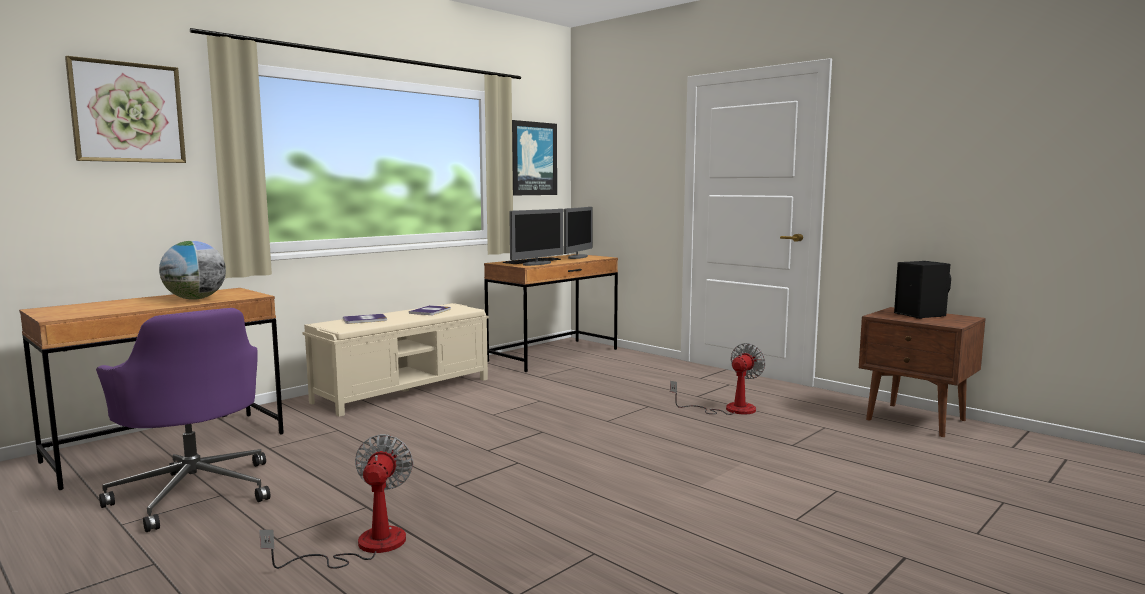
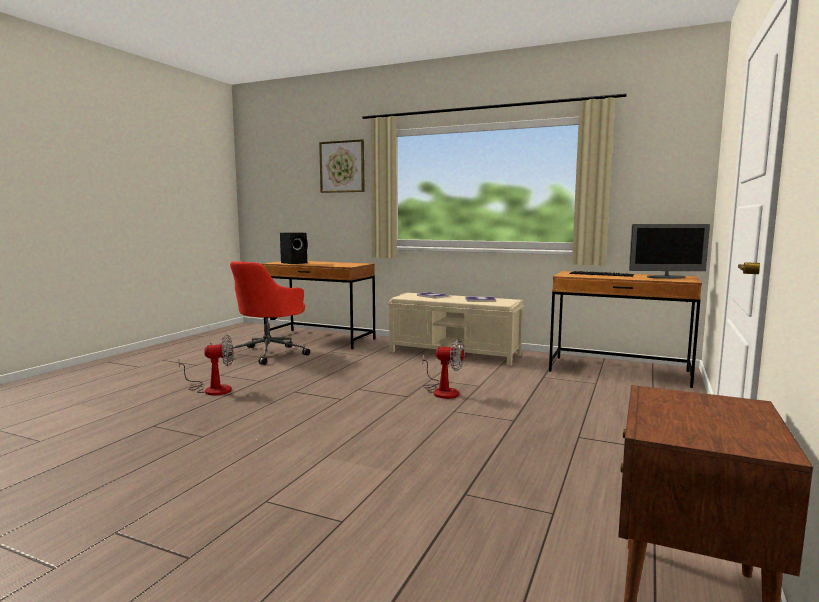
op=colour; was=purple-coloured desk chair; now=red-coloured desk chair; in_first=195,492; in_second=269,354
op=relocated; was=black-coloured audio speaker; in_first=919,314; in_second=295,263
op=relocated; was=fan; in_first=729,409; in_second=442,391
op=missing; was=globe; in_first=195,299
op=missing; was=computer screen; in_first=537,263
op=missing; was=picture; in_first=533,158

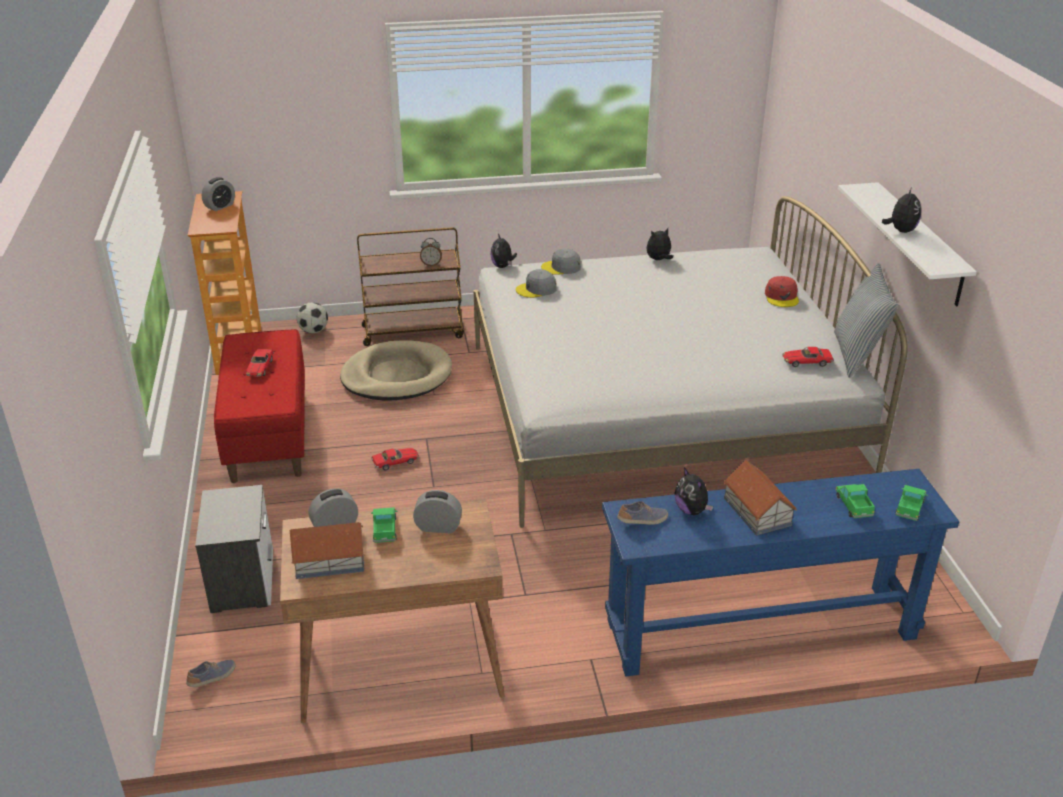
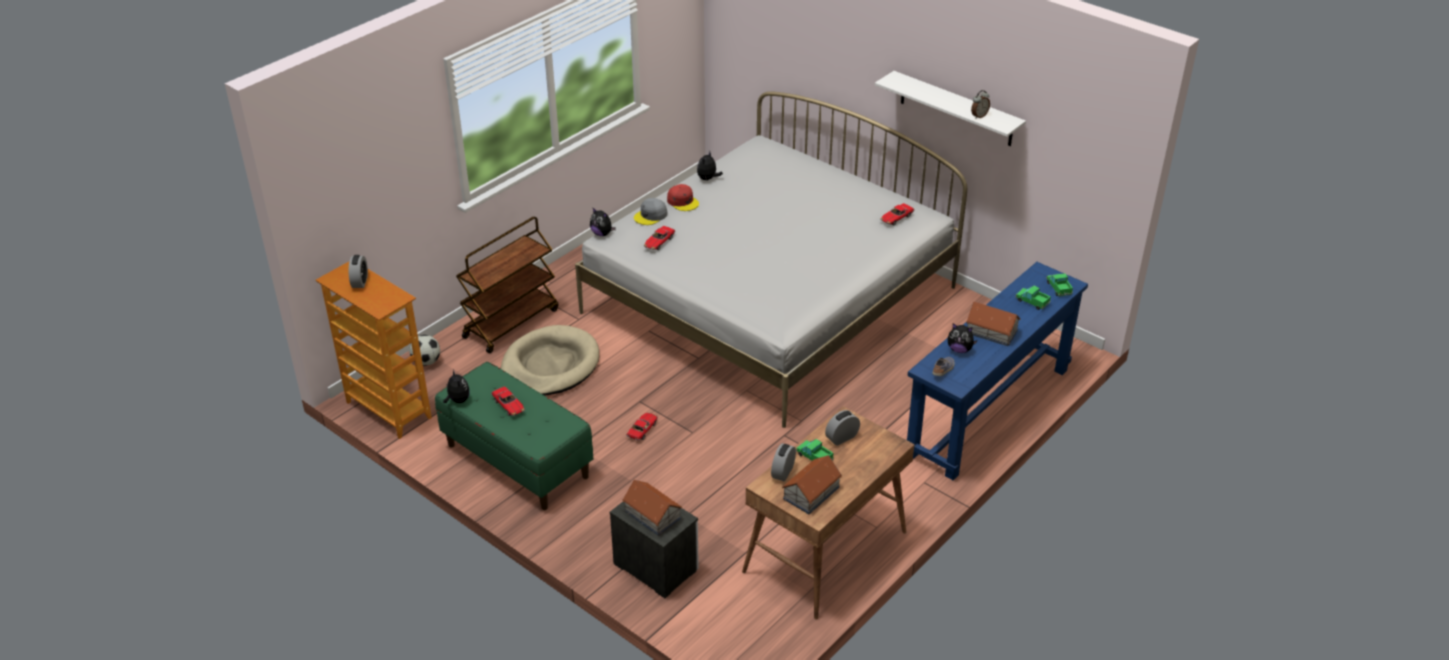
op=colour; was=red-coloured bench; now=greenish bench; in_first=268,434; in_second=517,461
op=relocated; was=soft toy; in_first=900,230; in_second=458,400
op=appeared; now=toy house; in_second=652,515
op=exchanged; was=grey baseball cap; now=toy car; in_first=536,289; in_second=659,242
op=relocated; was=red-coloured baseball cap; in_first=781,297; in_second=683,201
op=relocated; was=bedside clock; in_first=431,264; in_second=979,116
op=missing; was=low shoe; in_first=212,678
op=missing; was=cushion; in_first=857,355

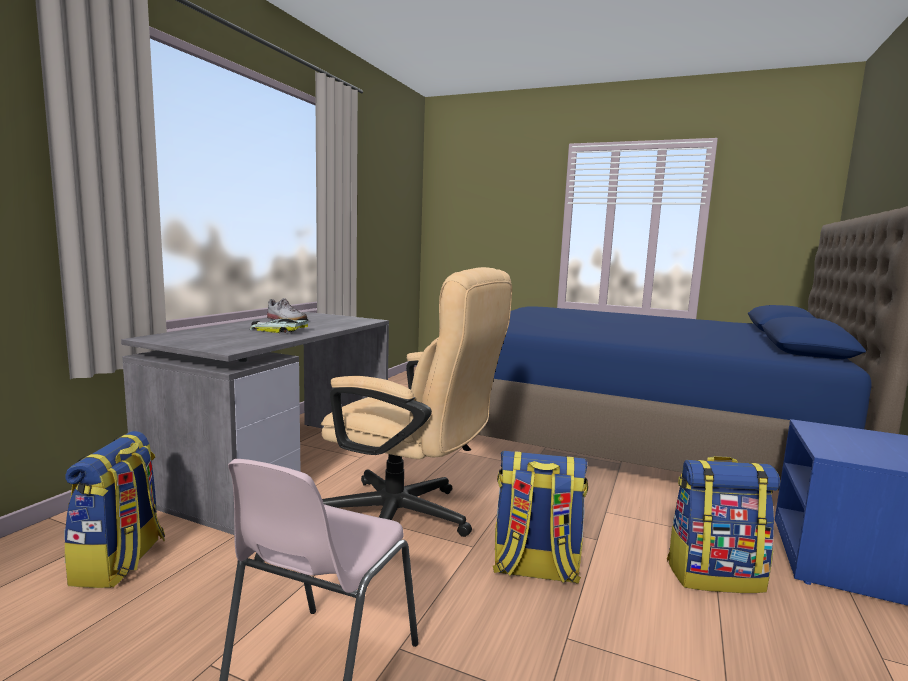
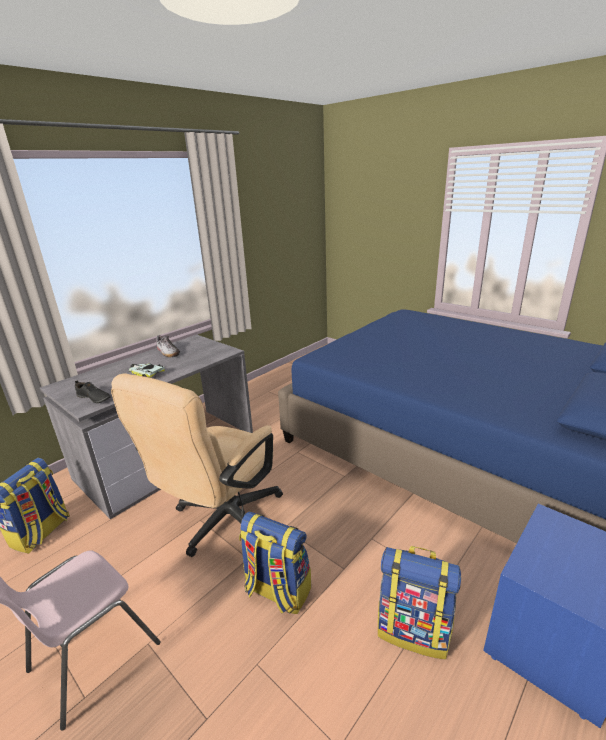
op=appeared; now=black-coloured low shoe; in_second=94,398
op=spun; was=beige desk chair; in_first=409,519; in_second=221,522; clockwise=75

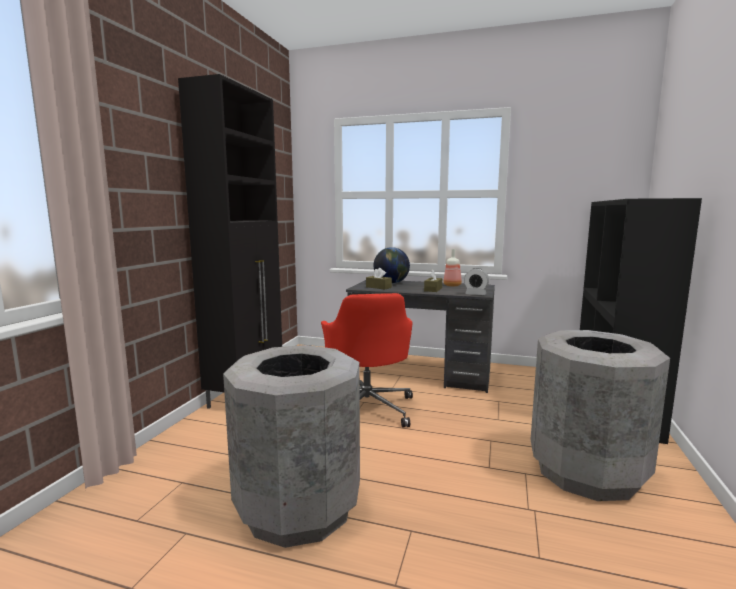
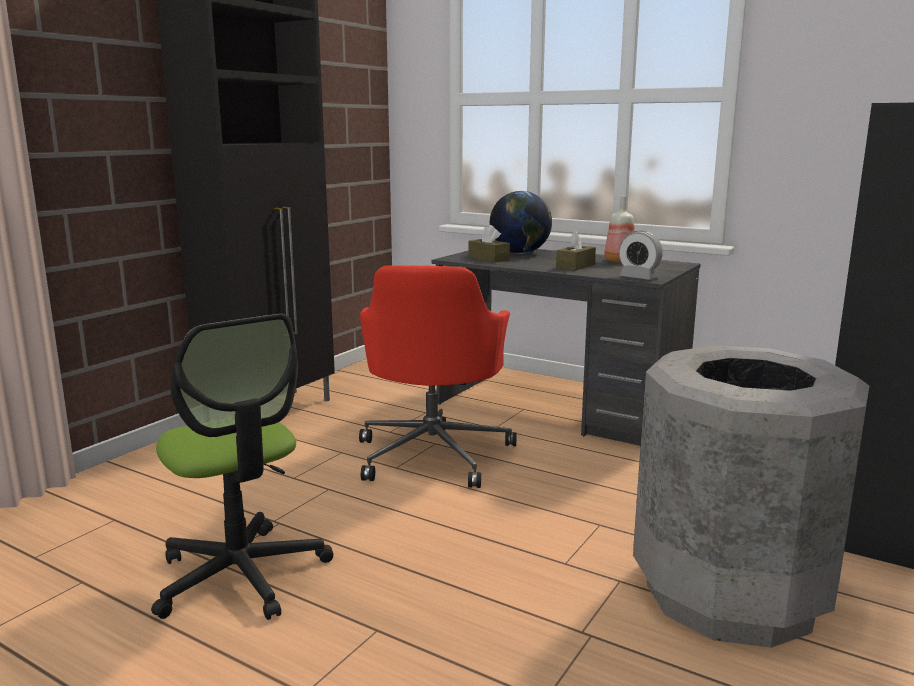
op=exchanged; was=grey trash can; now=desk chair; in_first=298,508; in_second=241,575

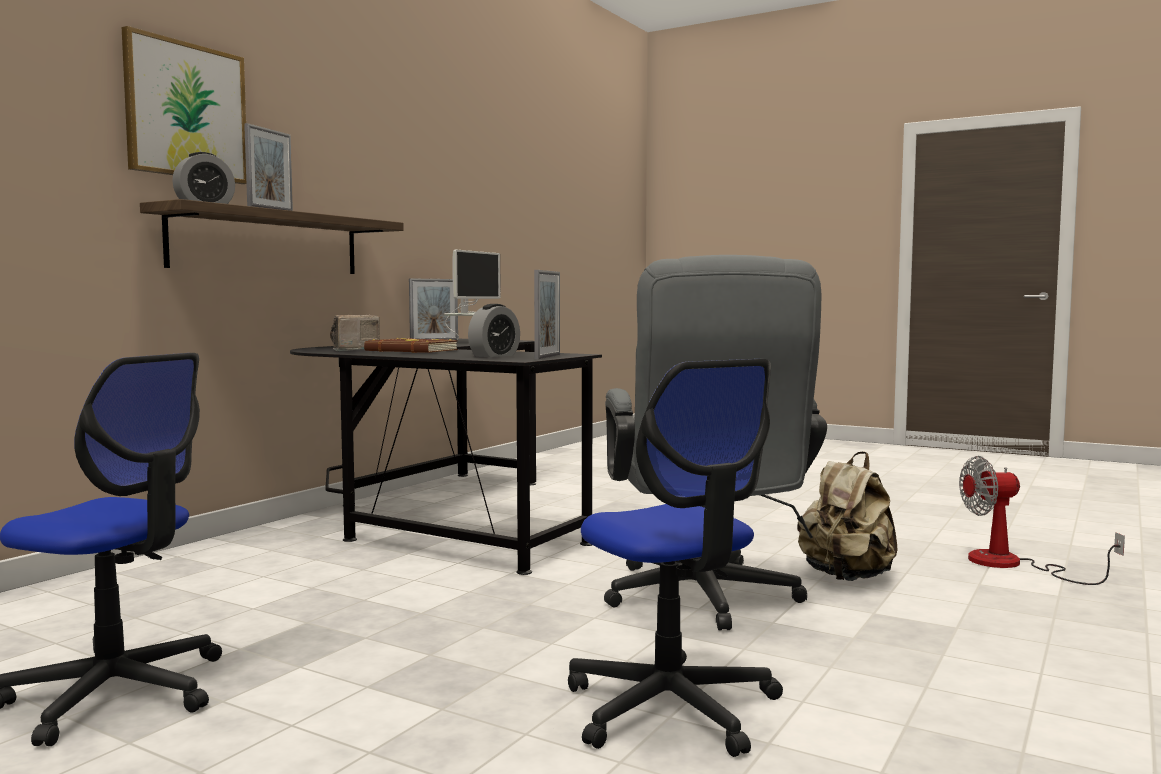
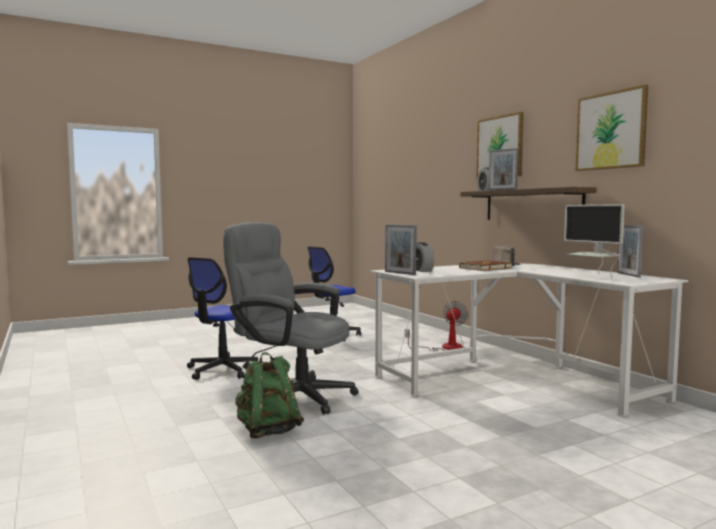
op=spun; was=desk chair; in_first=671,708; in_second=221,370; clockwise=-60
op=colour; was=beige backpack; now=greenish backpack; in_first=846,578; in_second=268,431
op=colour; was=black-coloured desk unit; now=whitish desk unit; in_first=439,516; in_second=514,379
op=relocated; was=fan; in_first=1013,565; in_second=444,348
op=appeared; now=picture; in_second=611,130

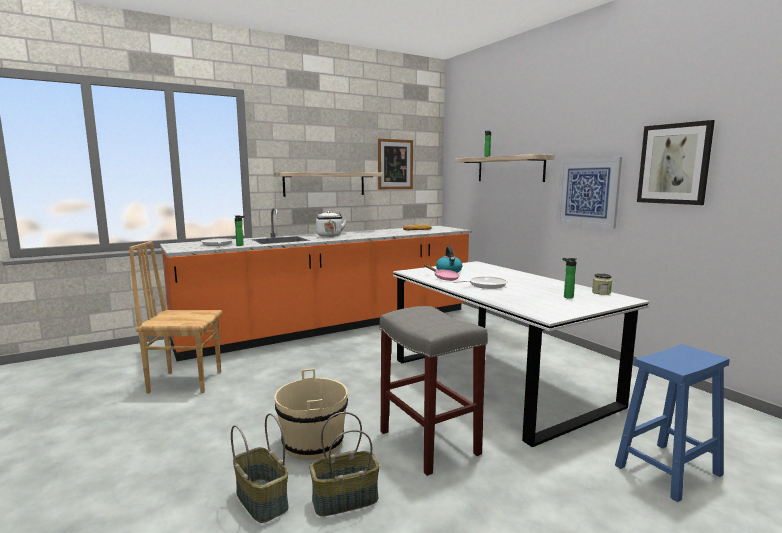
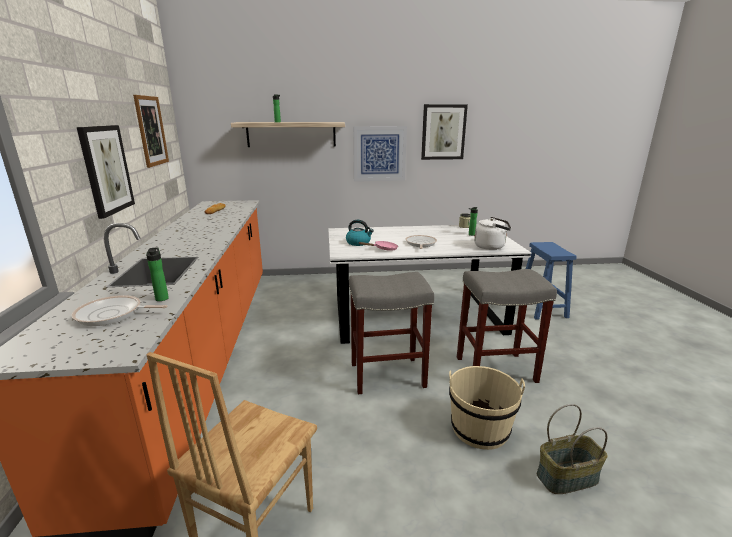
op=exchanged; was=wall shelf; now=picture; in_first=324,184; in_second=106,169
op=appeared; now=grey stool; in_second=386,375
op=relocated; was=whitish water kettle; in_first=329,236; in_second=491,246
op=missing; was=basket; in_first=345,500

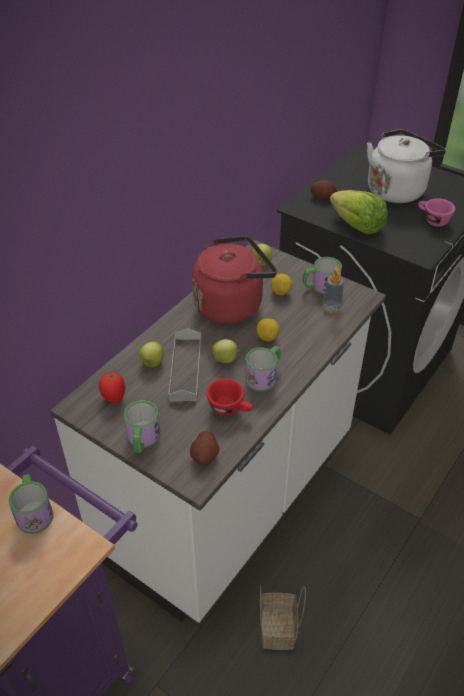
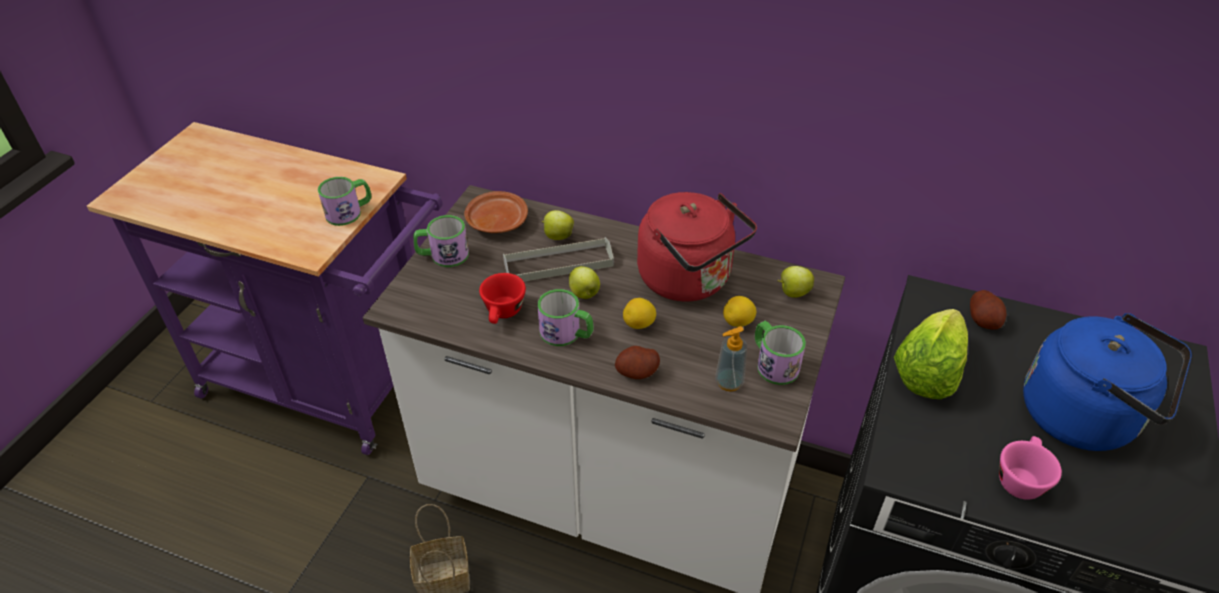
op=exchanged; was=fresh tomato; now=brownish dinner plate; in_first=113,398; in_second=497,221
op=relocated; was=spud; in_first=205,455; in_second=637,372
op=colour; was=whitish water kettle; now=blue-coloured water kettle; in_first=397,190; in_second=1085,417

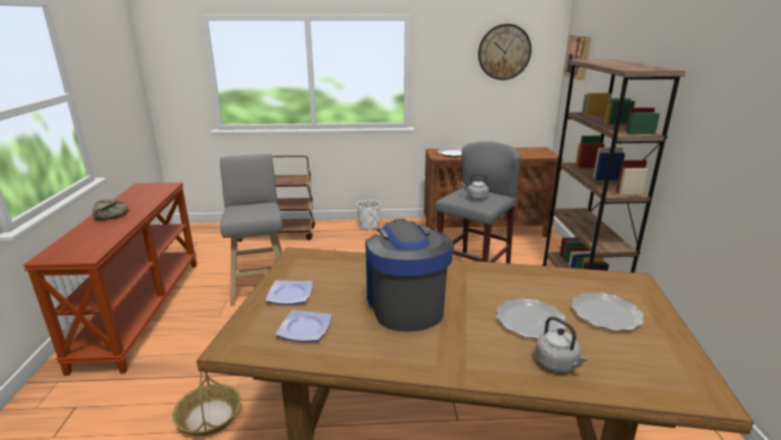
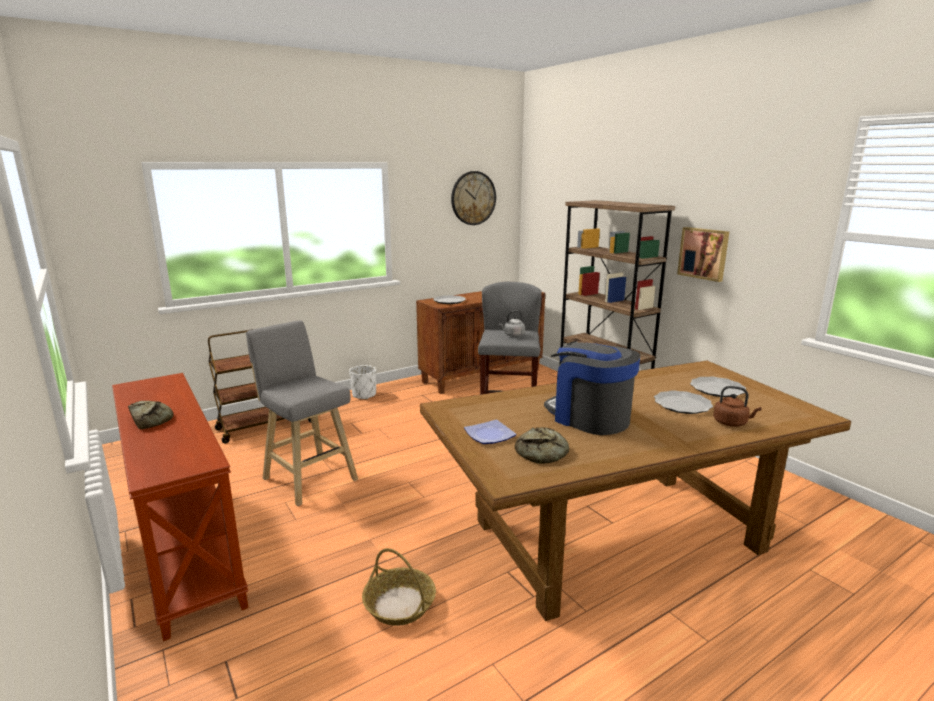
op=exchanged; was=dinner plate; now=bread; in_first=306,328; in_second=543,452
op=relocated; was=picture; in_first=578,57; in_second=704,253
op=colour; was=grey water kettle; now=brownish water kettle; in_first=558,364; in_second=732,423

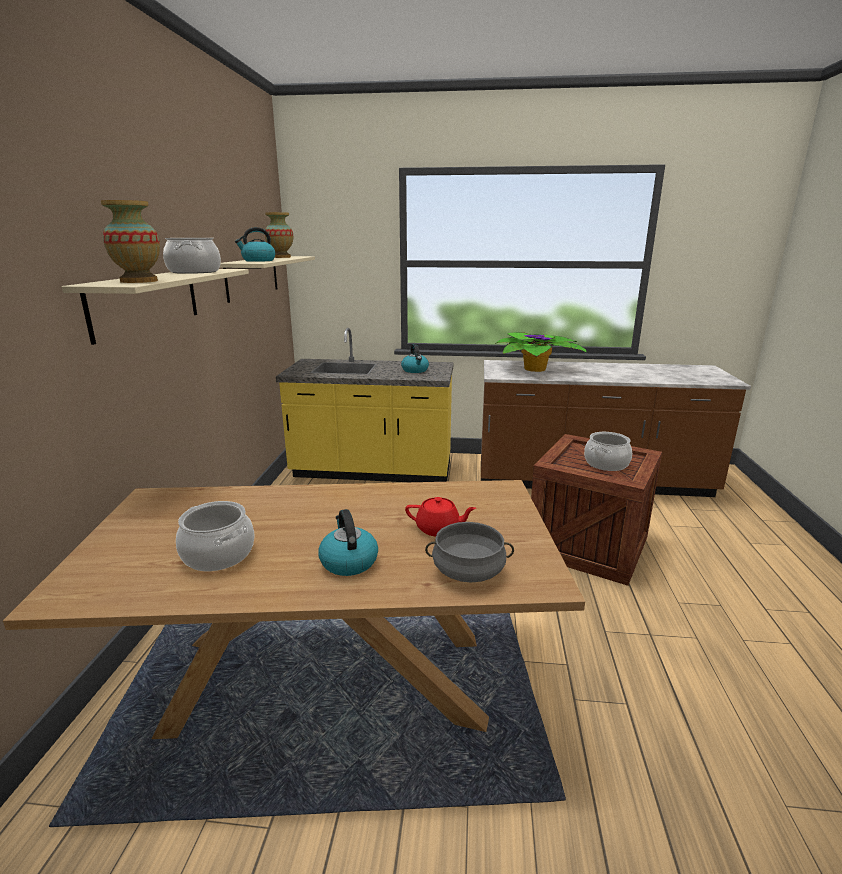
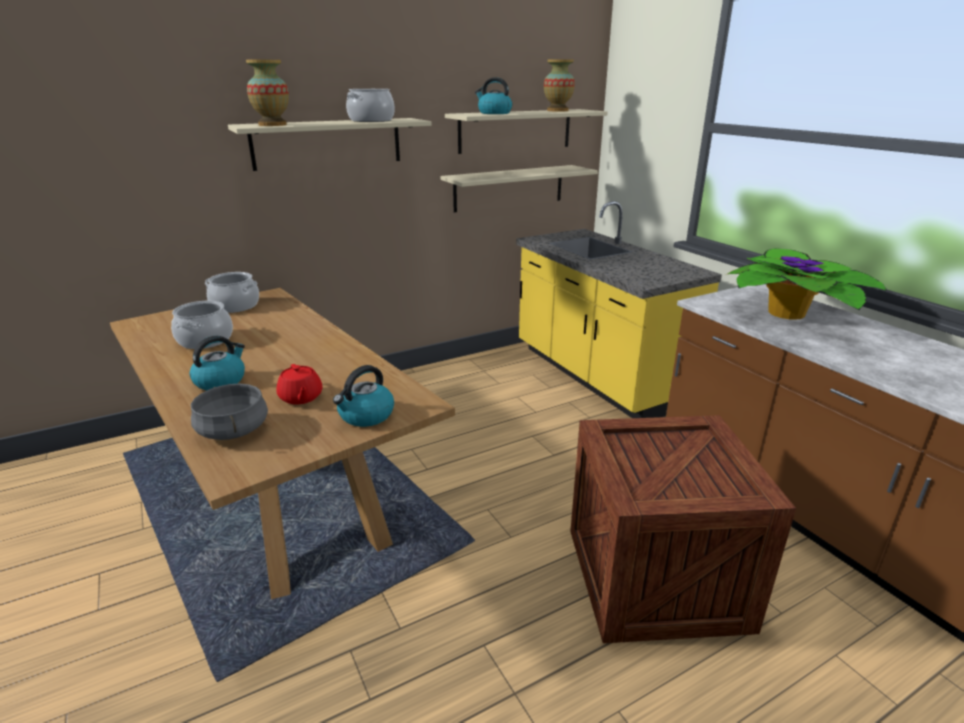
op=relocated; was=stockpot; in_first=606,464; in_second=235,306
op=relocated; was=water kettle; in_first=415,370; in_second=366,416
op=appeared; now=beige wall shelf; in_second=509,188

